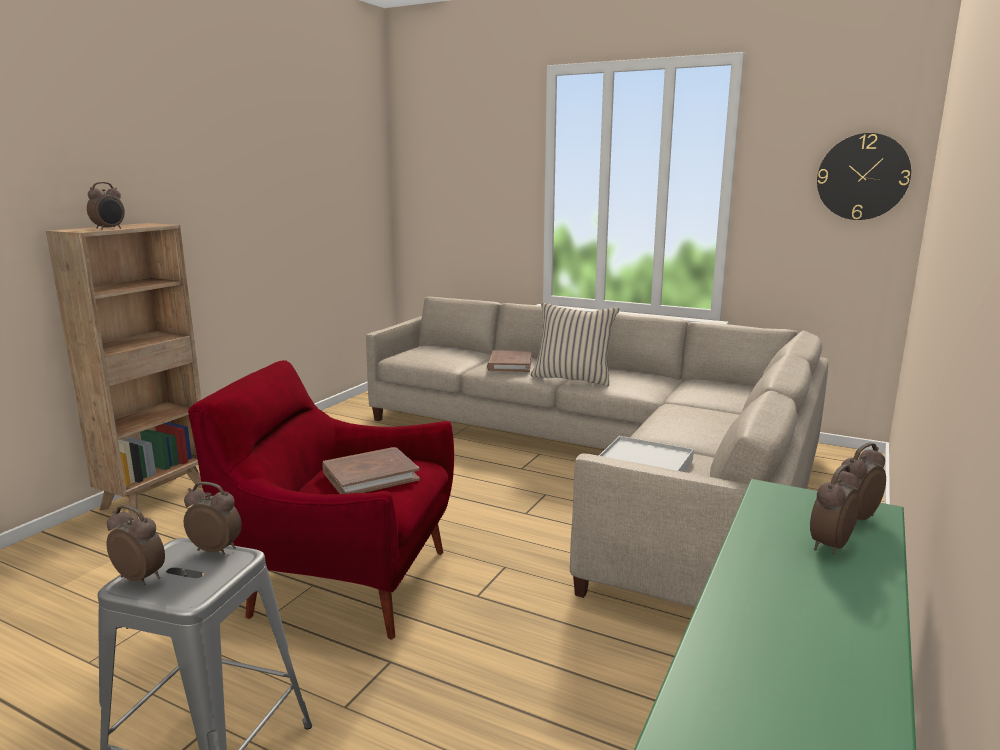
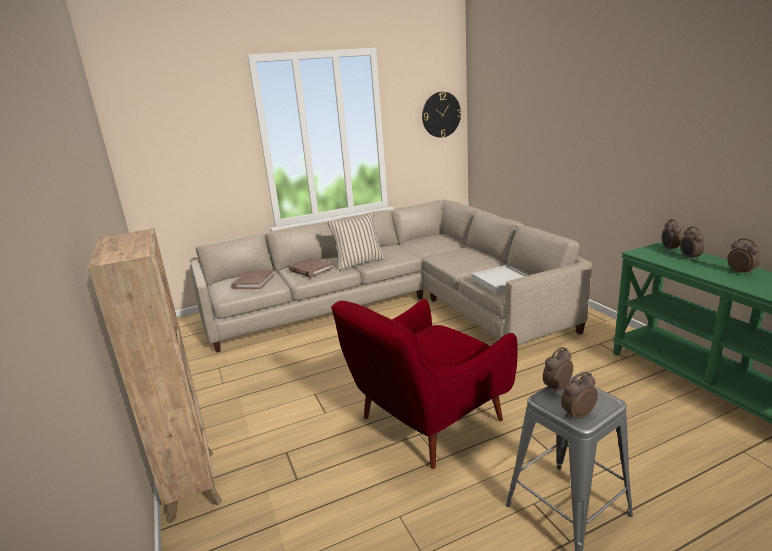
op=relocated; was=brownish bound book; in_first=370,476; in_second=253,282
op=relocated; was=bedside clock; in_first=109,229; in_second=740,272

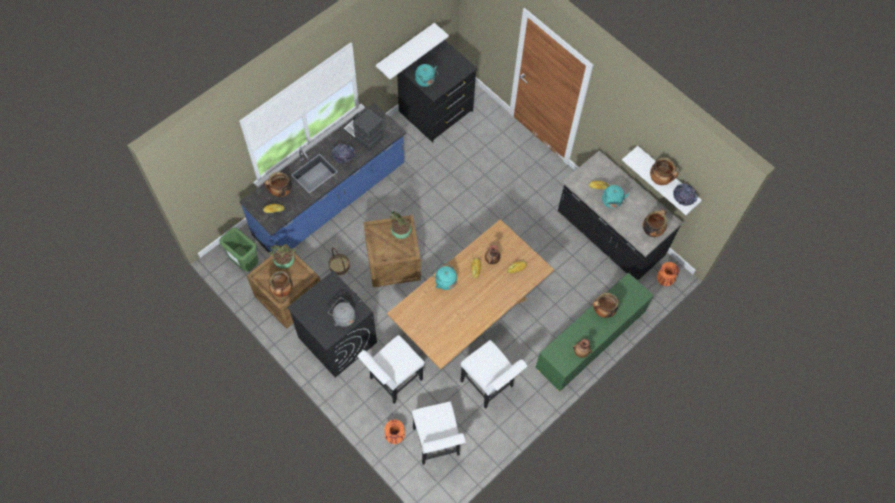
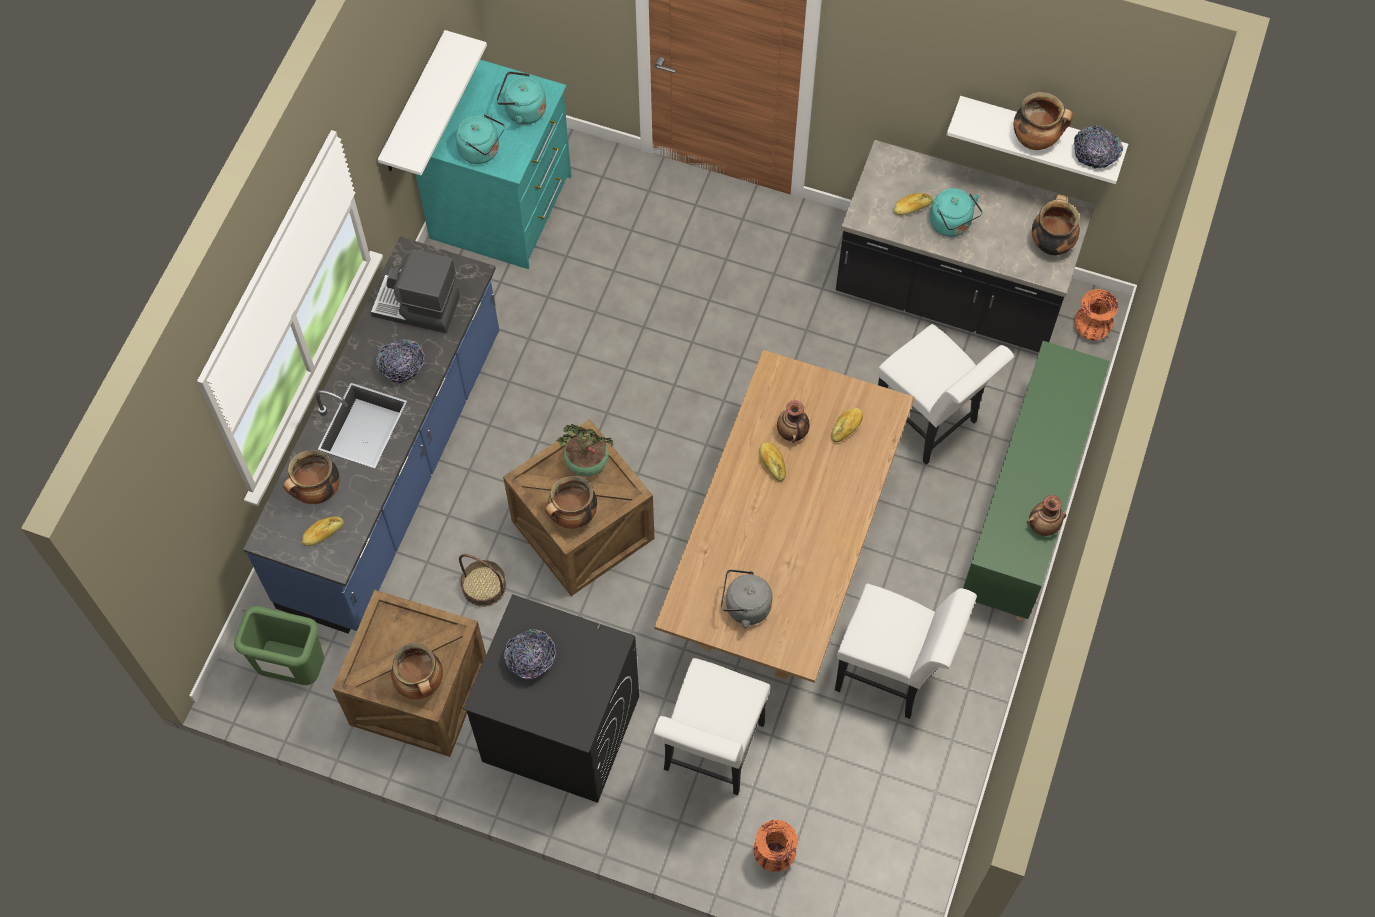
op=colour; was=black-coloured drawer chest; now=blue-green drawer chest; in_first=436,112; in_second=503,208
op=relocated; was=blue-green water kettle; in_first=444,281; in_second=522,111
op=appeared; now=deep dish; in_second=531,659
op=relocated; was=stockpot; in_first=603,311; in_second=573,516
op=relocated; was=grey water kettle; in_first=343,317; in_second=744,607
op=relocated; was=whitish upright chair; in_first=437,445; in_second=930,423
op=missing; was=houseplant; in_first=285,262

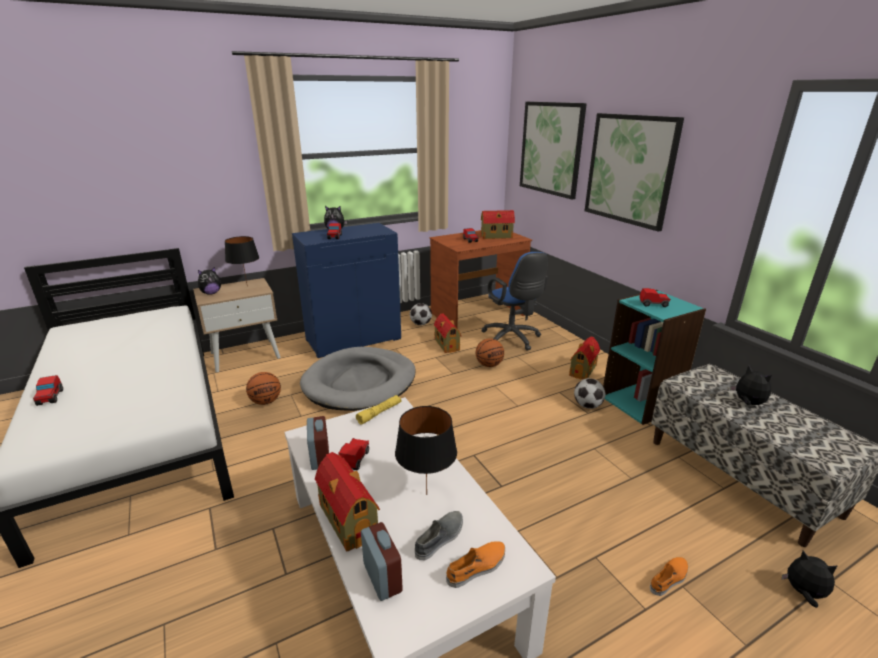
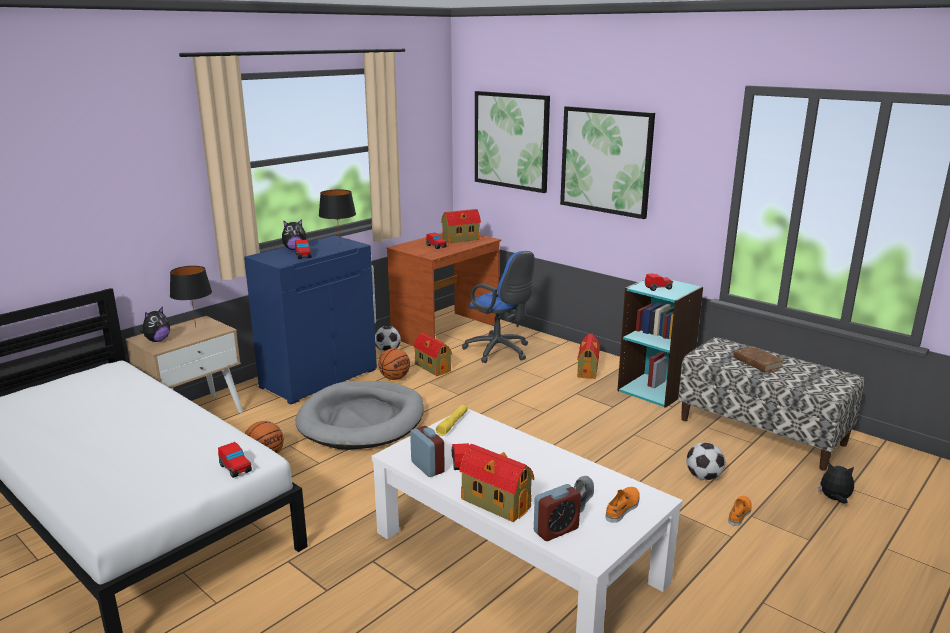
op=relocated; was=toy car; in_first=50,397; in_second=235,468
op=relocated; was=black-coloured tabletop lamp; in_first=426,495; in_second=339,247
op=relocated; was=basketball; in_first=489,365; in_second=394,378
op=spun; was=bedside clock; in_first=382,577; in_second=556,530; clockwise=105
op=relocated; was=ball for football; in_first=587,405; in_second=703,477
op=exchanged; was=soft toy; now=brownish bound book; in_first=747,403; in_second=758,362

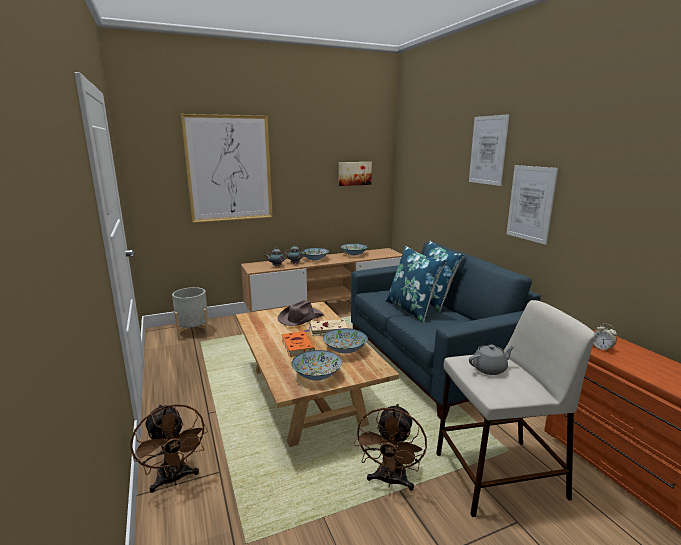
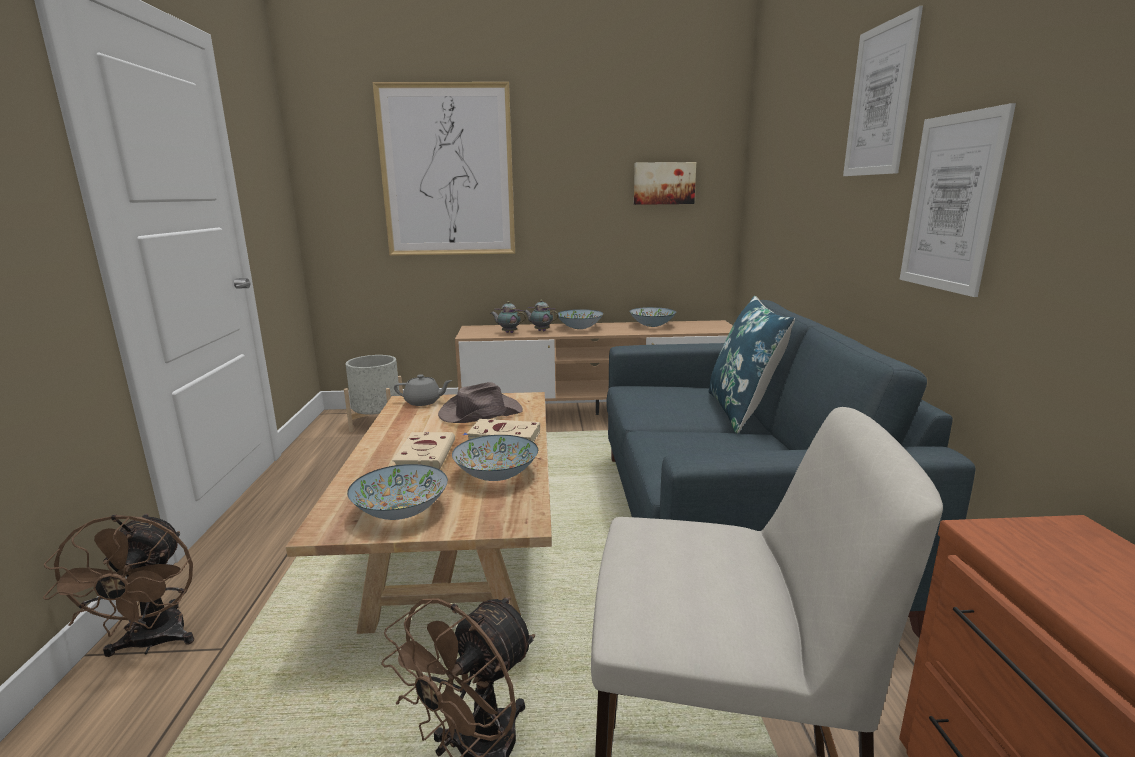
op=colour; was=orangey bound book; now=beige bound book; in_first=297,346; in_second=425,455
op=relocated; was=grey pot for tea; in_first=490,369; in_second=423,402
op=missing; was=blue-coloured cushion; in_first=412,309
op=missing; was=bedside clock; in_first=602,348

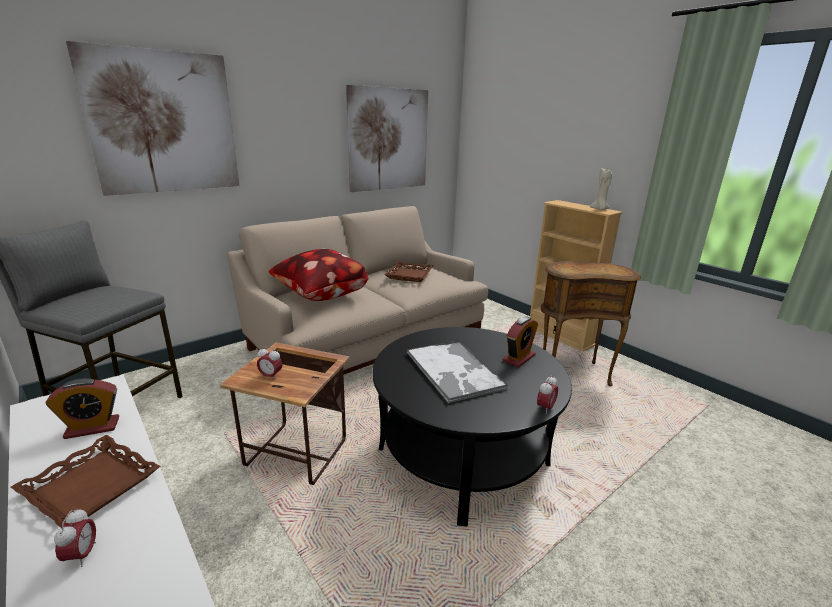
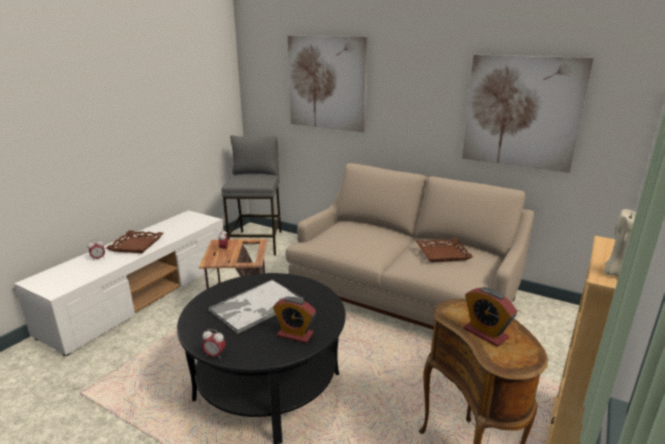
op=relocated; was=bedside clock; in_first=92,428; in_second=485,333
op=missing; was=cushion; in_first=320,296

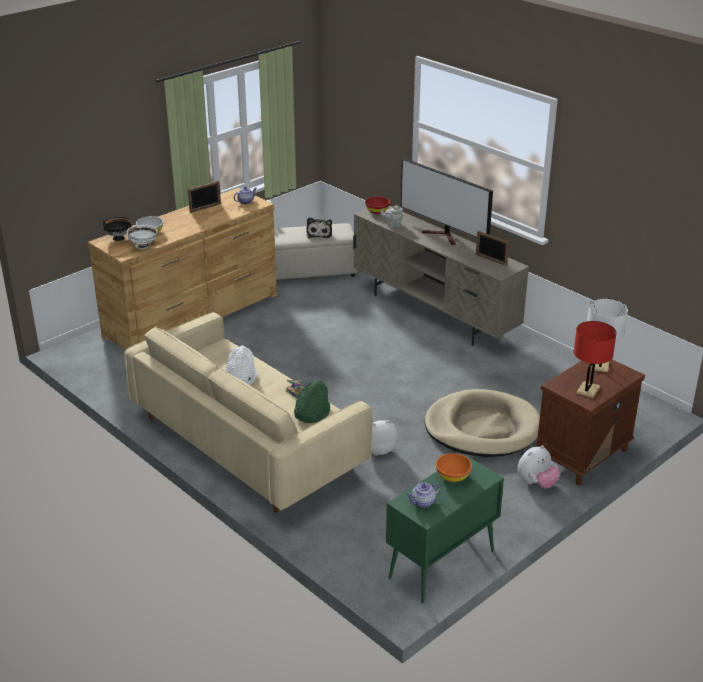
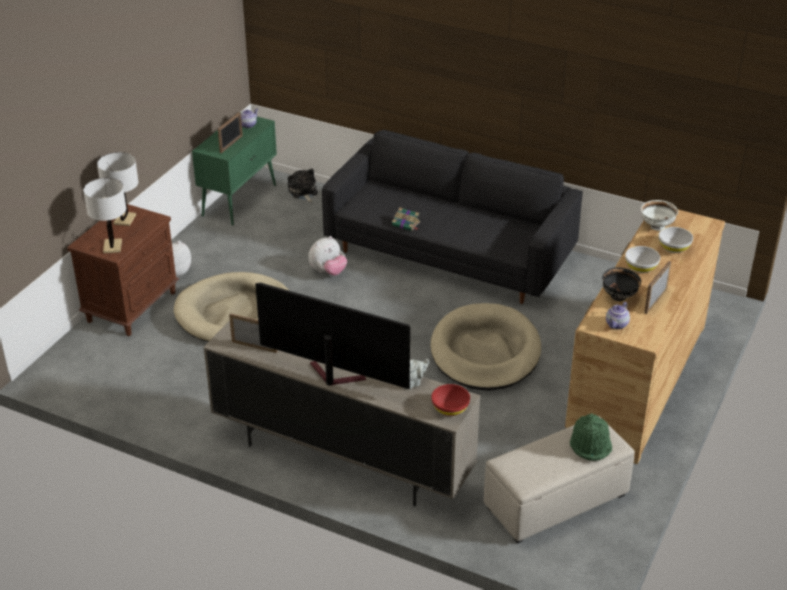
op=colour; was=red-coloured tabletop lamp; now=whitish tabletop lamp; in_first=588,390; in_second=125,219
op=exchanged; was=orangey deep dish; now=picture frame; in_first=453,476; in_second=231,144
op=relocated; was=soft toy; in_first=319,233; in_second=303,192
op=colour; was=beige sofa; now=black-coloured sofa; in_first=247,442; in_second=450,253
op=appeared; now=beige pet bed; in_second=485,352
op=relocated; was=greenish clothing hat; in_first=311,412; in_second=590,445
op=relocated; was=black-coloured deep dish; in_first=118,238; in_second=619,296
op=appeared; now=whitish deep dish; in_second=640,267
op=missing; was=whitish clothing hat; in_first=240,377

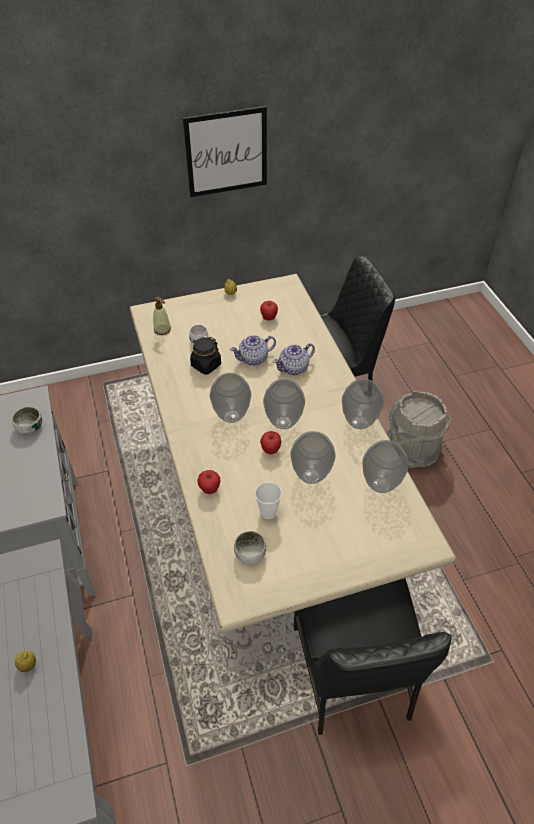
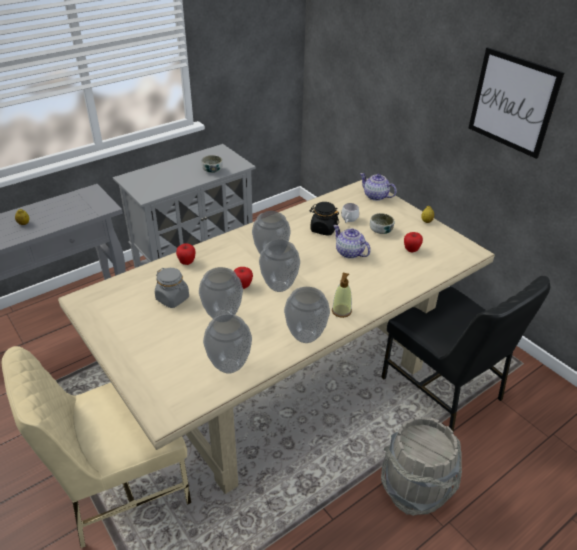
op=colour; was=black-coloured upright chair; now=beige upright chair; in_first=352,674; in_second=121,486
op=exchanged; was=cup; now=grey preserve jar; in_first=268,512; in_second=173,299
op=relocated; was=soap bottle; in_first=162,329; in_second=341,311
op=relocated; was=pot for tea; in_first=294,368; in_second=376,196
op=relocated; was=deep dish; in_first=250,554; in_second=380,230

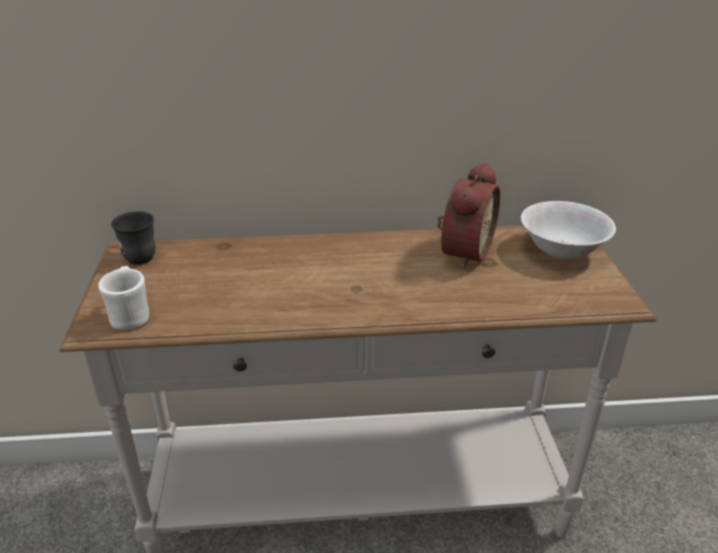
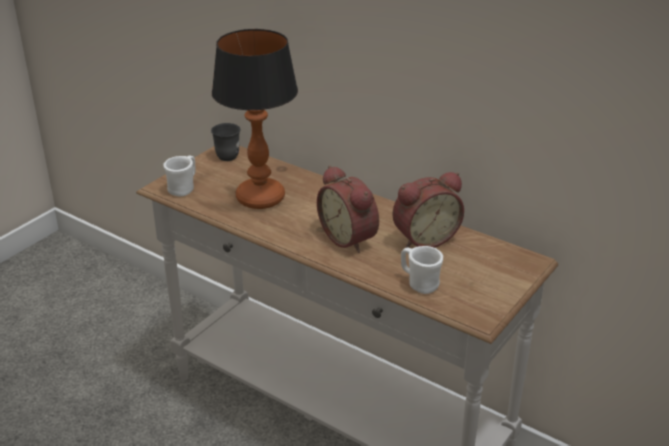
op=appeared; now=tabletop lamp; in_second=261,198
op=appeared; now=bedside clock; in_second=350,237
op=appeared; now=whitish tea mug; in_second=419,283
op=missing; was=whitish deep dish; in_first=562,250

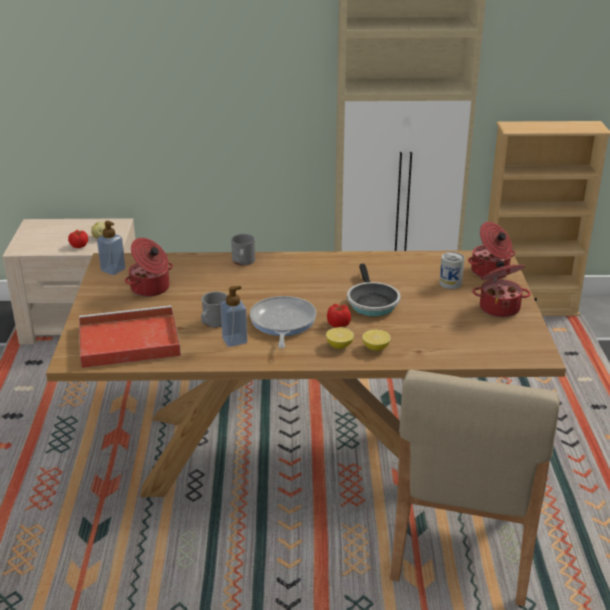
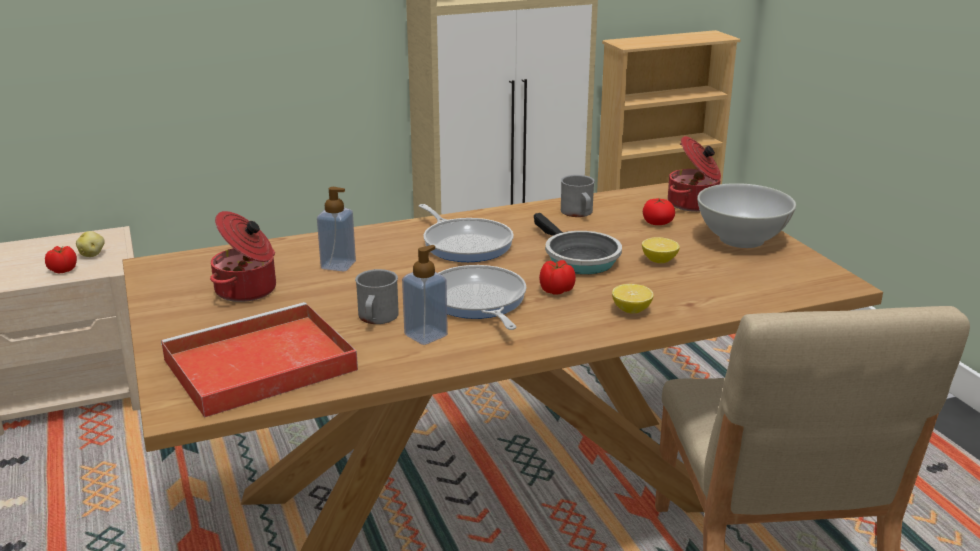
op=relocated; was=soap bottle; in_first=113,270; in_second=338,265
op=appeared; now=frying pan; in_second=465,244
op=relocated; was=grey tea mug; in_first=243,262; in_second=578,213
op=relocated; was=citrus fruit; in_first=339,345; in_second=659,260
op=exchanged; was=metal can; now=fresh tomato; in_first=450,283; in_second=657,222
op=exchanged; was=stockpot; now=whitish deep dish; in_first=499,307; in_second=740,239

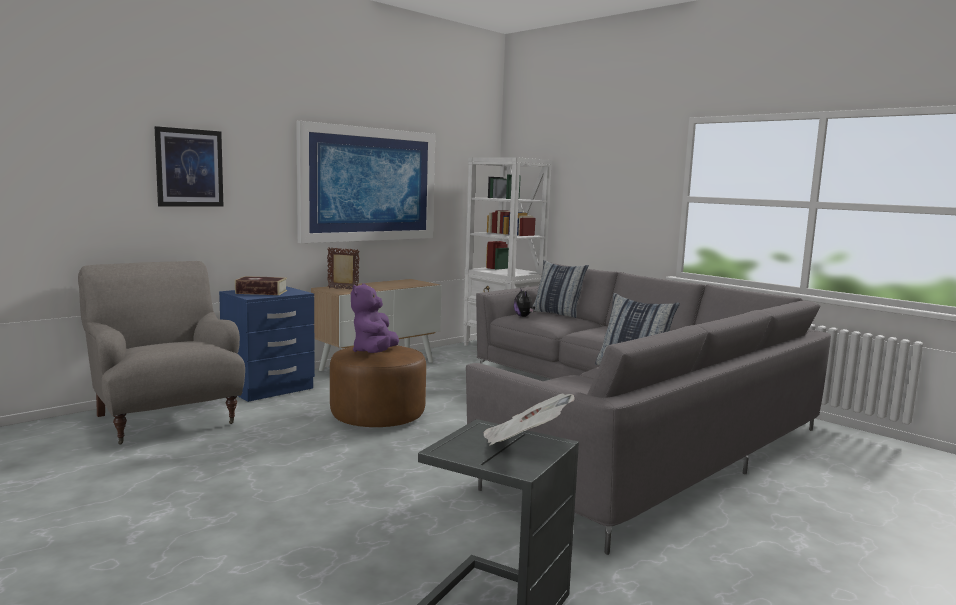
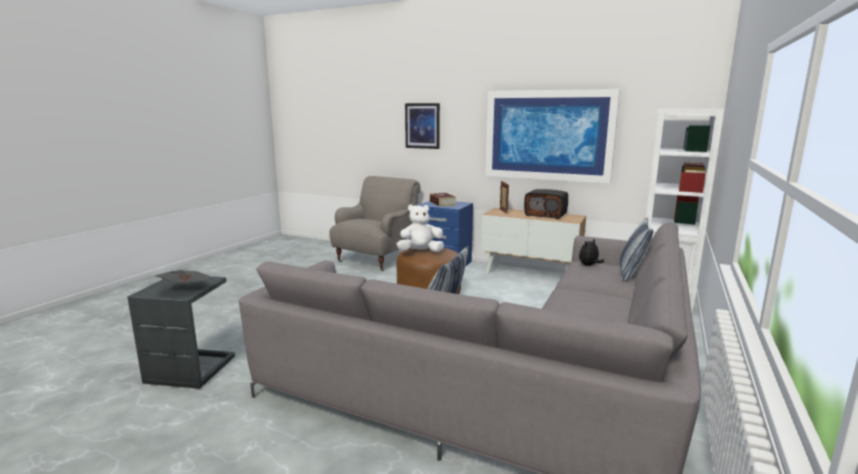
op=colour; was=purple-coloured soft toy; now=whitish soft toy; in_first=374,353; in_second=420,252
op=appeared; now=radio receiver; in_second=546,215

